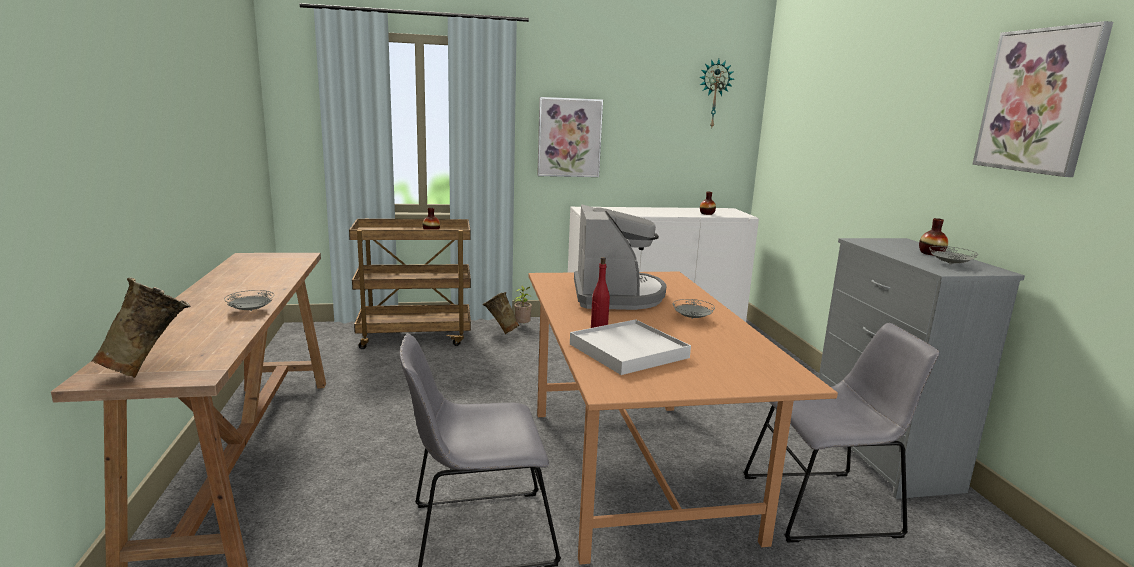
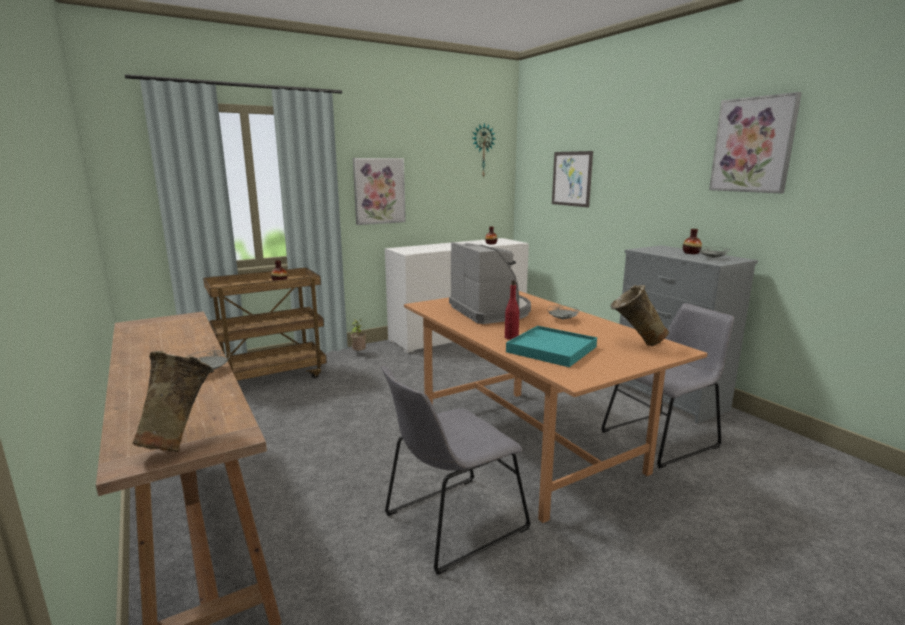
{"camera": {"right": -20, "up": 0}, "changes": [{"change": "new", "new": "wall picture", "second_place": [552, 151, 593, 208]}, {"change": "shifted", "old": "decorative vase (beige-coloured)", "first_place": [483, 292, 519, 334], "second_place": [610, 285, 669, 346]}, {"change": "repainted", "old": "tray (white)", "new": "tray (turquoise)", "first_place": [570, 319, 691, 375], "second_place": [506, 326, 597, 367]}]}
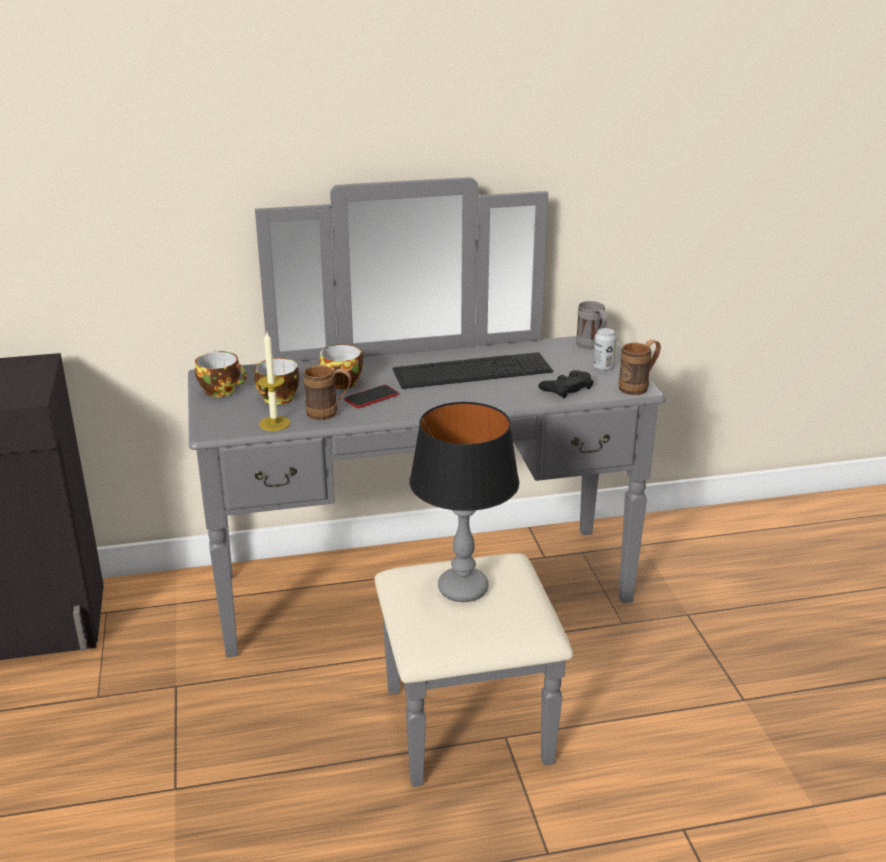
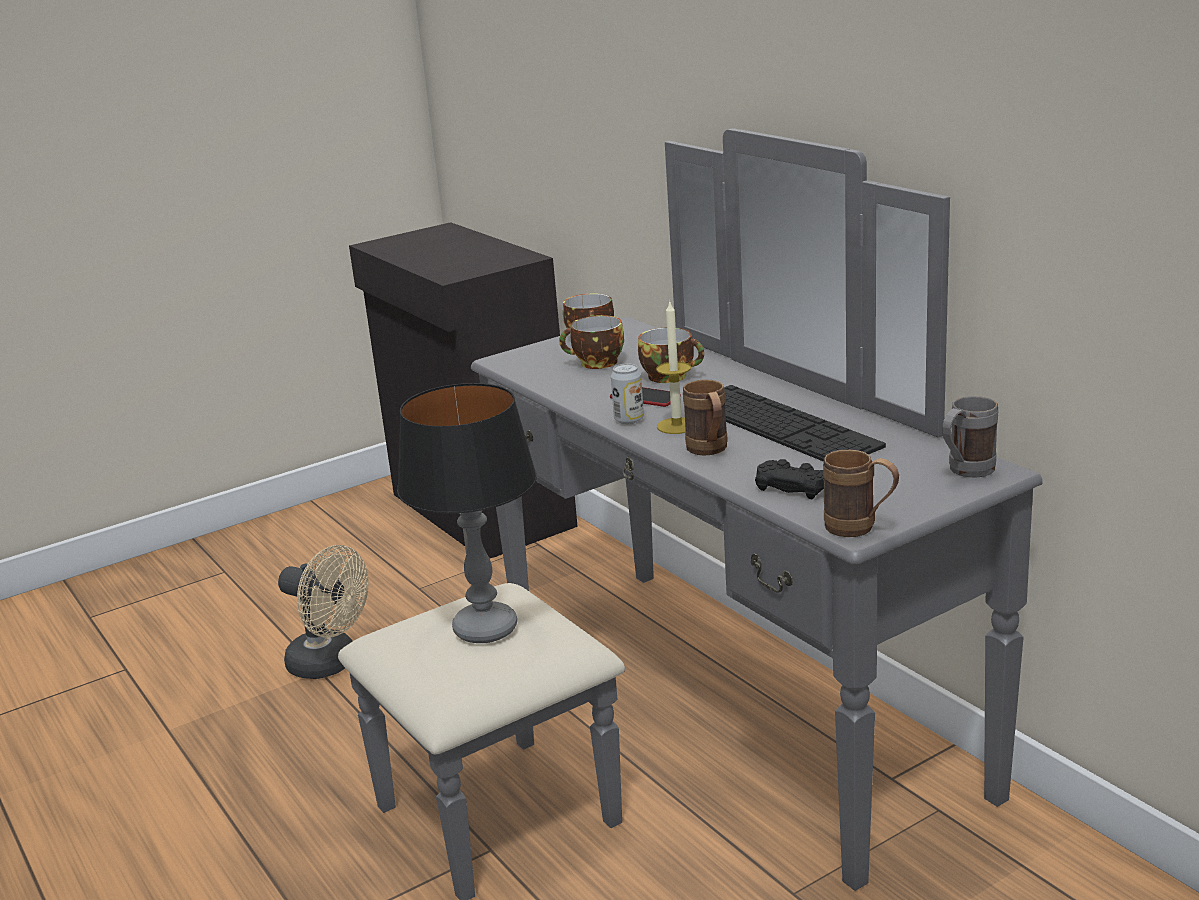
{"camera": {"right": 70, "up": -5}, "changes": [{"change": "new", "new": "cooling fan (beige-coloured)", "second_place": [278, 545, 369, 679]}, {"change": "shifted", "old": "candle", "first_place": [257, 332, 290, 431], "second_place": [656, 300, 691, 434]}, {"change": "shifted", "old": "coffee mug (brown-coloured)", "first_place": [303, 365, 352, 420], "second_place": [683, 379, 728, 456]}, {"change": "shifted", "old": "metal can", "first_place": [593, 328, 617, 371], "second_place": [611, 363, 644, 424]}]}
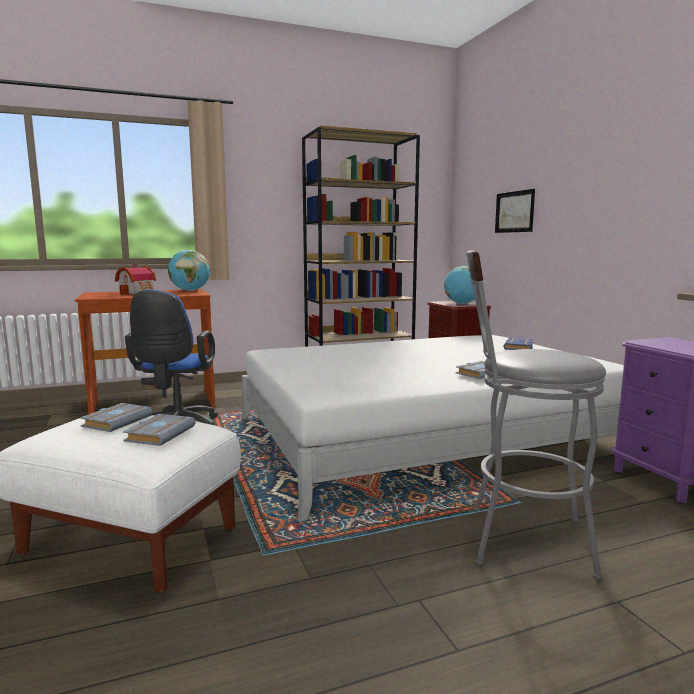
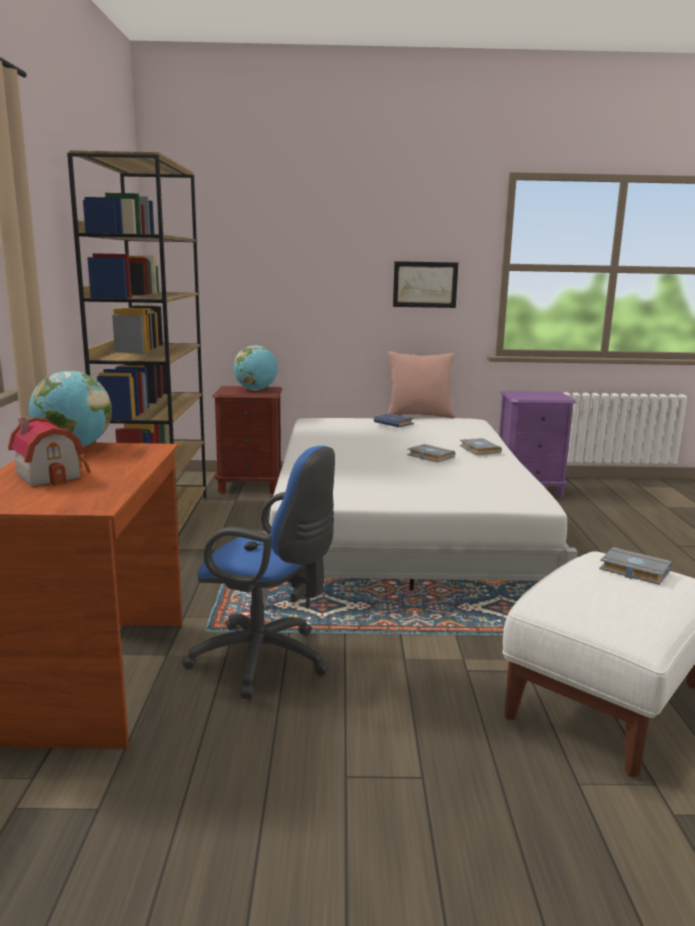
{"camera": {"right": -70, "up": 5}, "changes": [{"change": "gone", "old": "stool seat (greyish)", "first_place": [466, 250, 606, 580]}, {"change": "new", "new": "pillow (pinkish)", "second_place": [388, 351, 455, 419]}, {"change": "shifted", "old": "volume (greyish)", "first_place": [80, 403, 153, 432], "second_place": [407, 444, 455, 463]}, {"change": "shifted", "old": "wall picture", "first_place": [495, 189, 535, 233], "second_place": [393, 261, 458, 308]}]}
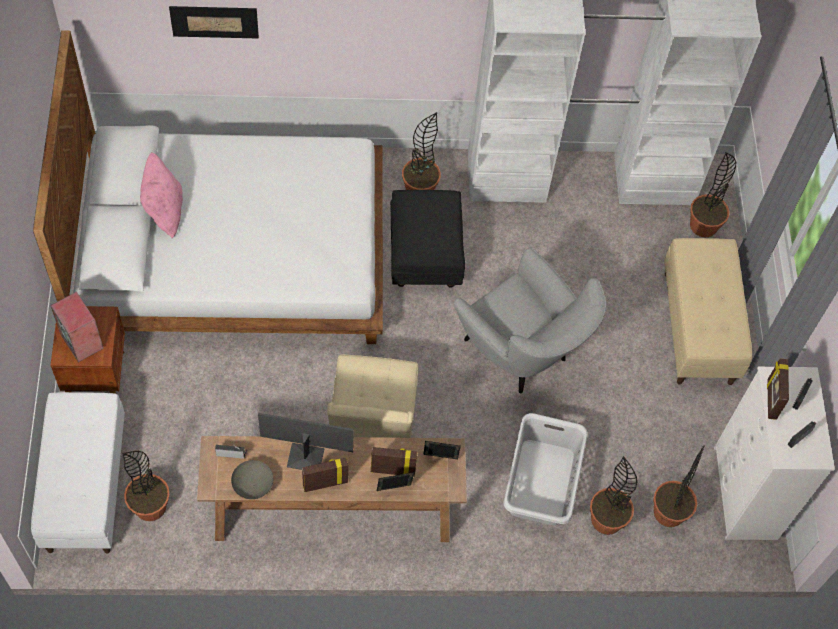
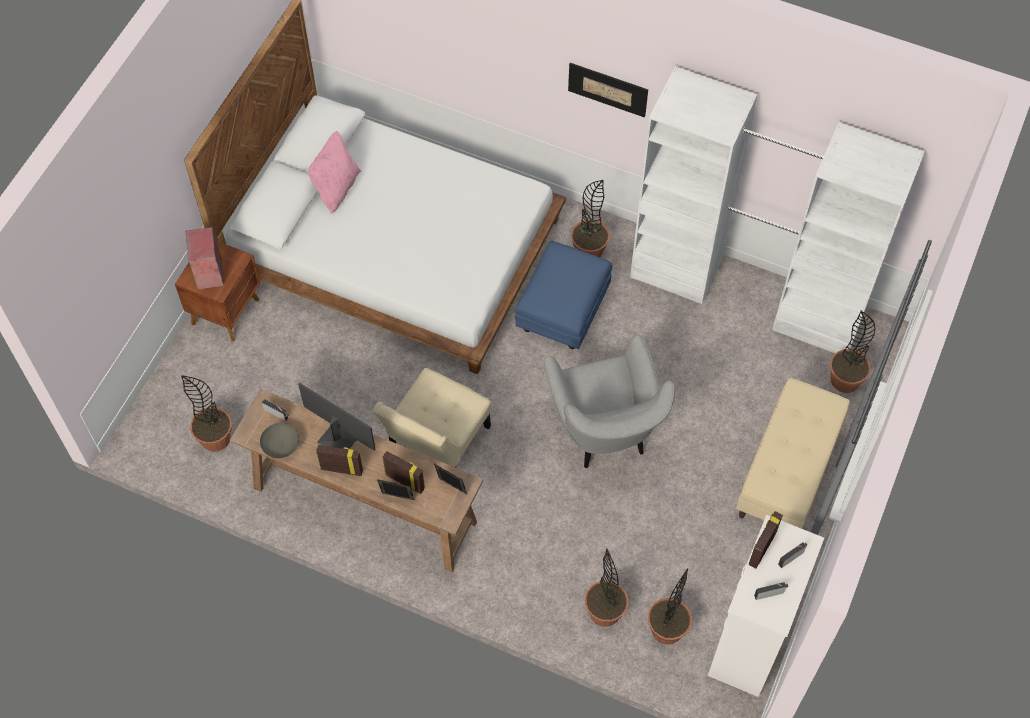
{"camera": {"right": 30, "up": 0}, "changes": [{"change": "gone", "old": "long seat (white)", "first_place": [31, 392, 125, 554]}, {"change": "gone", "old": "laundry basket (greyish)", "first_place": [504, 413, 588, 525]}, {"change": "shifted", "old": "wall picture", "first_place": [169, 6, 259, 39], "second_place": [568, 63, 648, 118]}, {"change": "repainted", "old": "pouffe (black-coloured)", "new": "pouffe (blue-coloured)", "first_place": [390, 190, 465, 288], "second_place": [515, 241, 612, 349]}]}
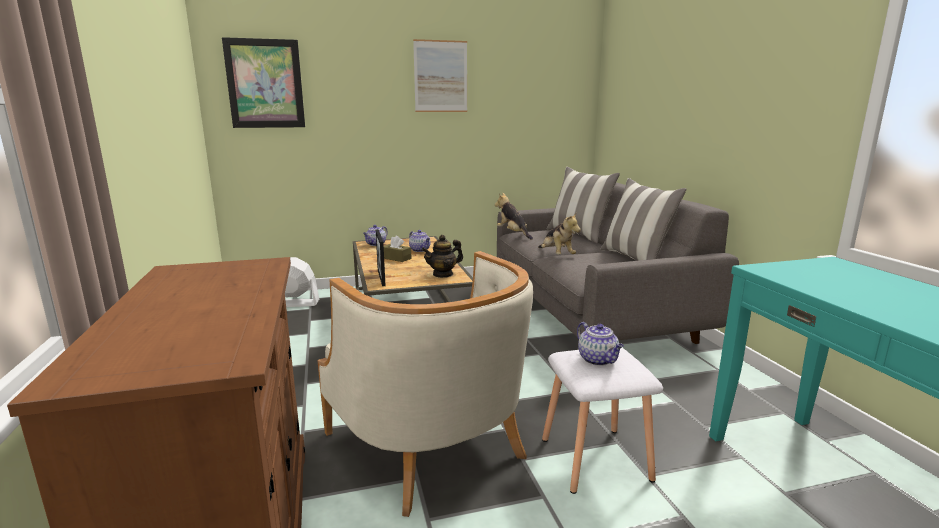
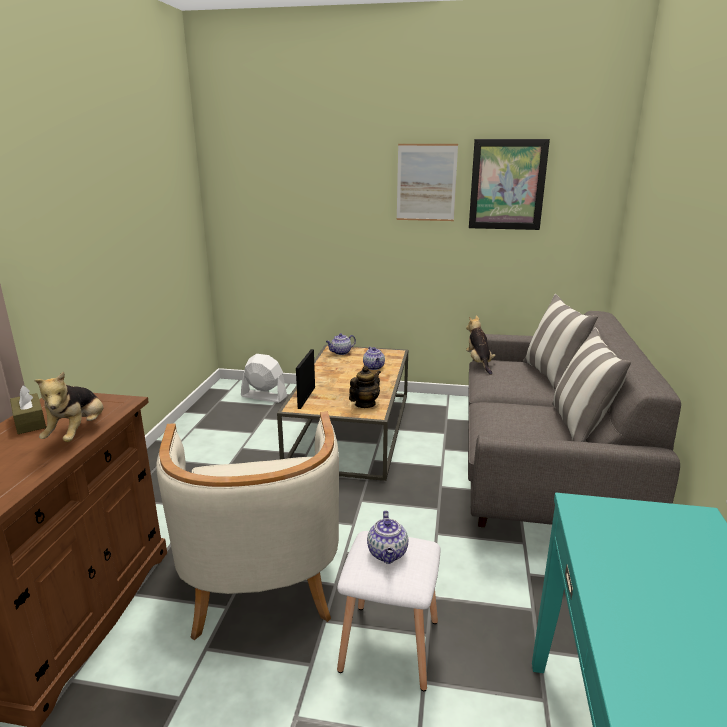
{"camera": {"right": 25, "up": 5}, "changes": [{"change": "shifted", "old": "wall picture", "first_place": [222, 37, 305, 128], "second_place": [469, 139, 550, 230]}, {"change": "shifted", "old": "tissue holder (brown-coloured)", "first_place": [384, 236, 412, 262], "second_place": [10, 385, 46, 434]}, {"change": "shifted", "old": "cuddly toy", "first_place": [538, 213, 581, 255], "second_place": [34, 372, 103, 442]}, {"change": "rotated", "old": "teapot", "first_place": [422, 235, 463, 278], "second_place": [349, 366, 381, 408], "degrees": 135}]}
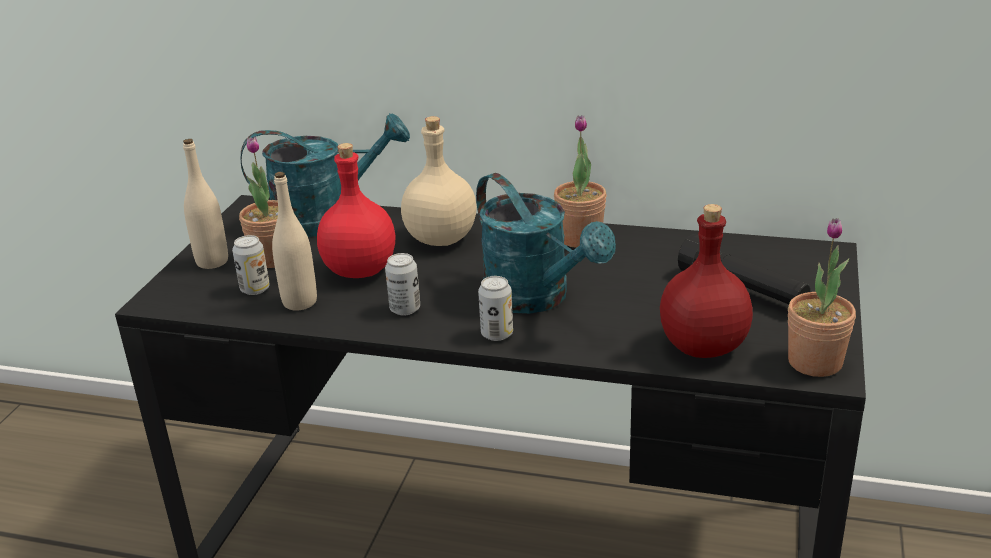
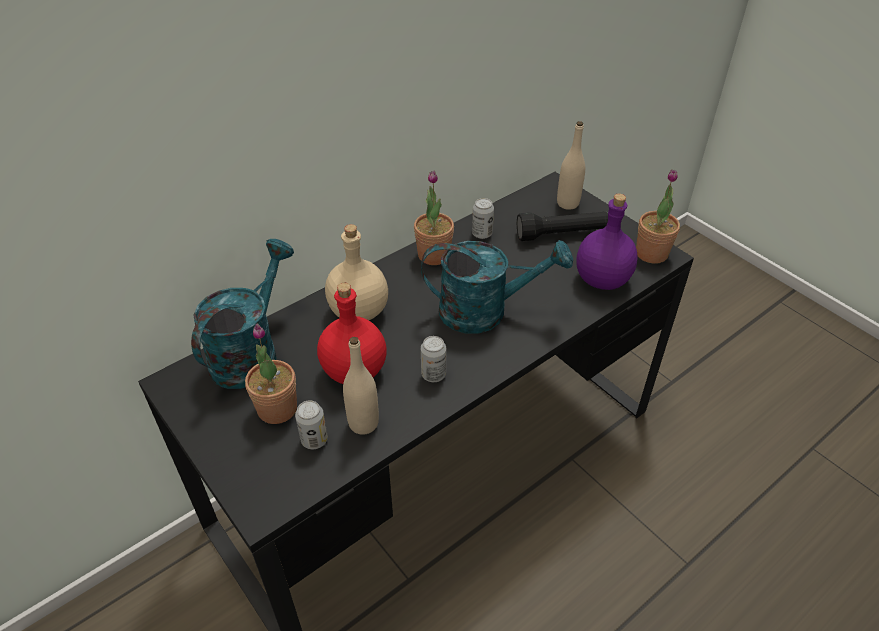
{"camera": {"right": -55, "up": 15}, "changes": [{"change": "shifted", "old": "bottle (beige-coloured)", "first_place": [183, 139, 228, 269], "second_place": [557, 121, 585, 210]}, {"change": "shifted", "old": "metal can", "first_place": [478, 276, 513, 341], "second_place": [472, 198, 494, 239]}, {"change": "repainted", "old": "bottle (red-coloured)", "new": "bottle (purple-coloured)", "first_place": [660, 204, 753, 358], "second_place": [576, 194, 638, 290]}]}
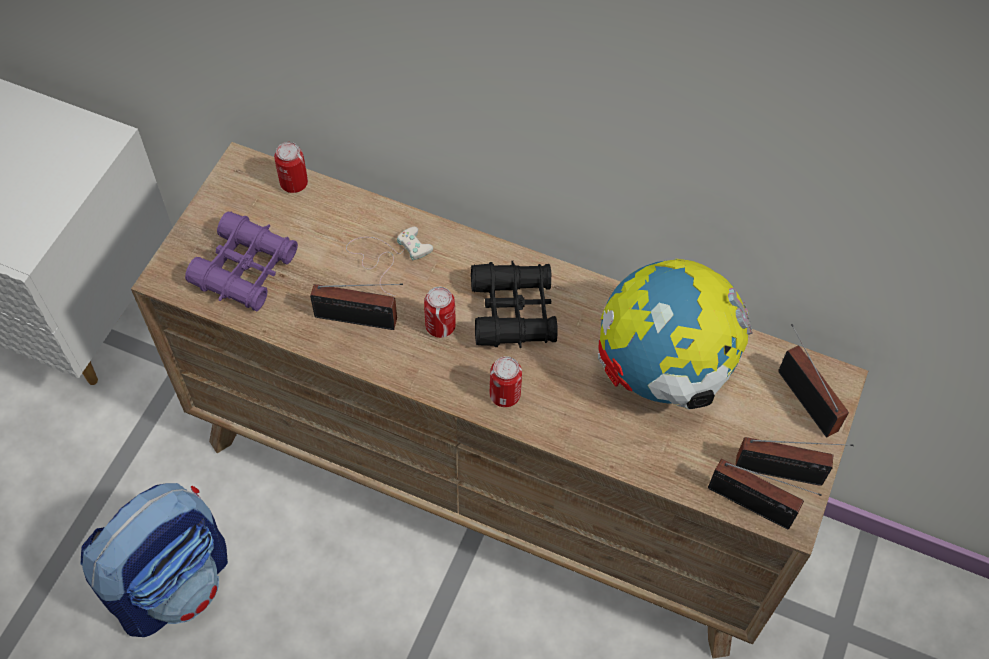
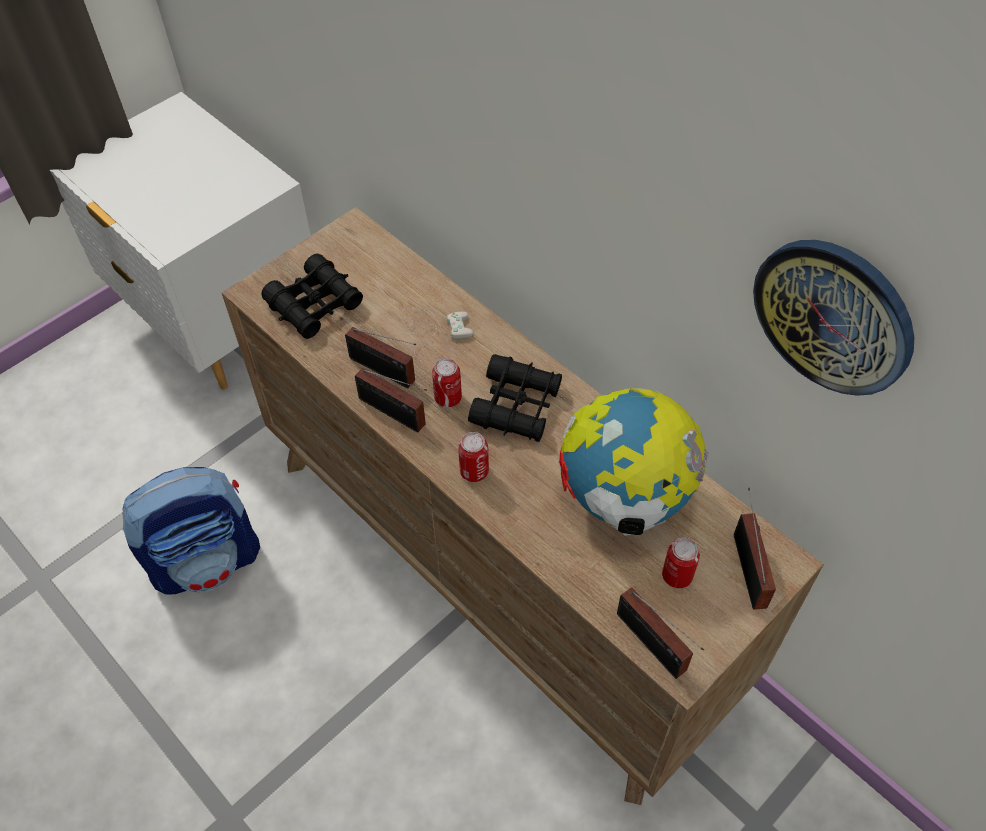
{"camera": {"right": 25, "up": -5}, "changes": [{"change": "new", "new": "wall clock", "second_place": [753, 240, 914, 396]}, {"change": "shifted", "old": "metal can", "first_place": [274, 142, 308, 193], "second_place": [662, 537, 700, 588]}, {"change": "shifted", "old": "radio set", "first_place": [735, 437, 854, 486], "second_place": [355, 368, 427, 433]}, {"change": "repainted", "old": "binoculars (purple-coloured)", "new": "binoculars (black-coloured)", "first_place": [185, 211, 298, 311], "second_place": [261, 254, 363, 339]}]}
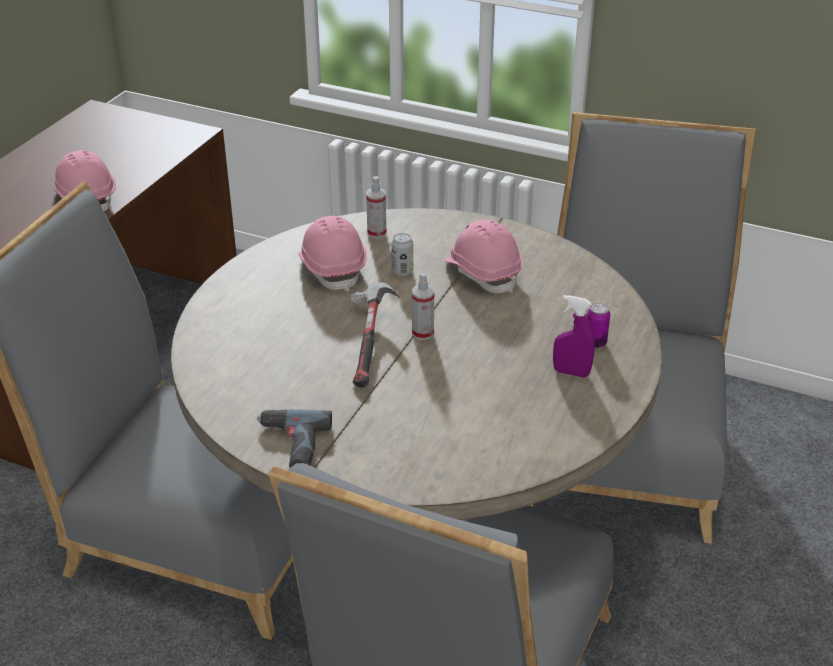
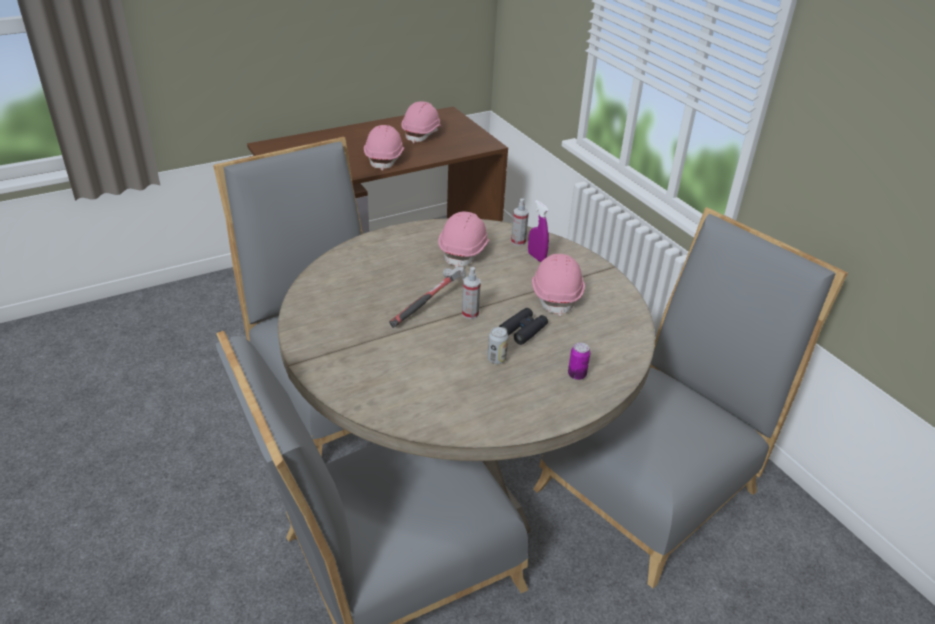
{"camera": {"right": 35, "up": 0}, "changes": [{"change": "gone", "old": "drill", "first_place": [257, 409, 332, 468]}, {"change": "new", "new": "hard hat (pinkish)", "second_place": [402, 101, 443, 143]}, {"change": "new", "new": "binoculars (black-coloured)", "second_place": [499, 308, 548, 345]}, {"change": "shifted", "old": "metal can", "first_place": [391, 233, 413, 276], "second_place": [487, 327, 508, 364]}, {"change": "shifted", "old": "spray bottle (purple-coloured)", "first_place": [553, 295, 595, 378], "second_place": [528, 200, 549, 262]}]}
